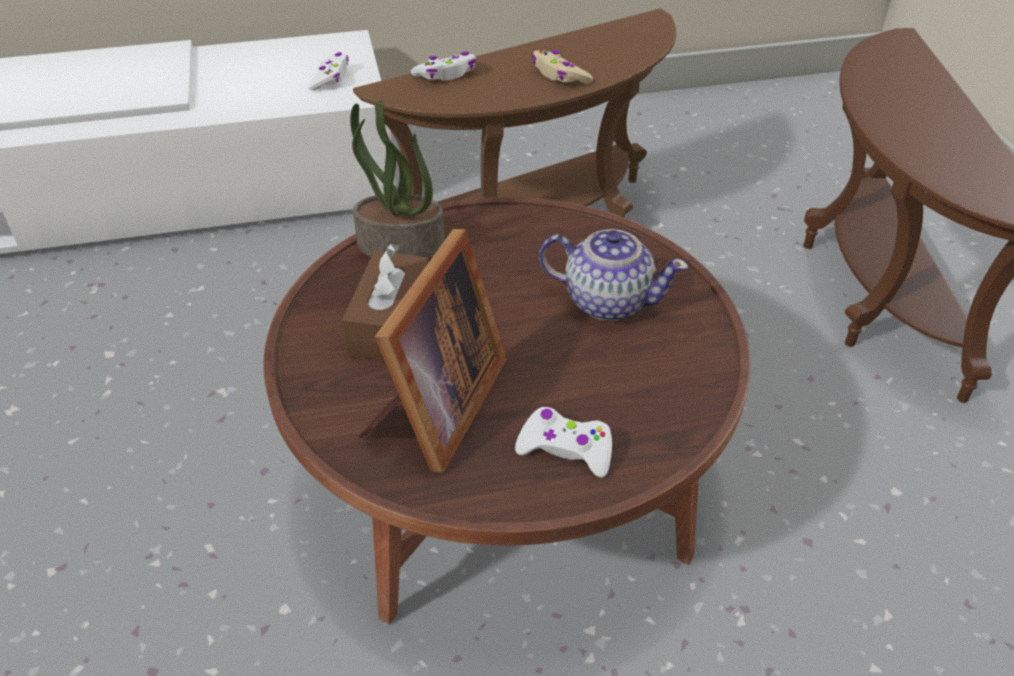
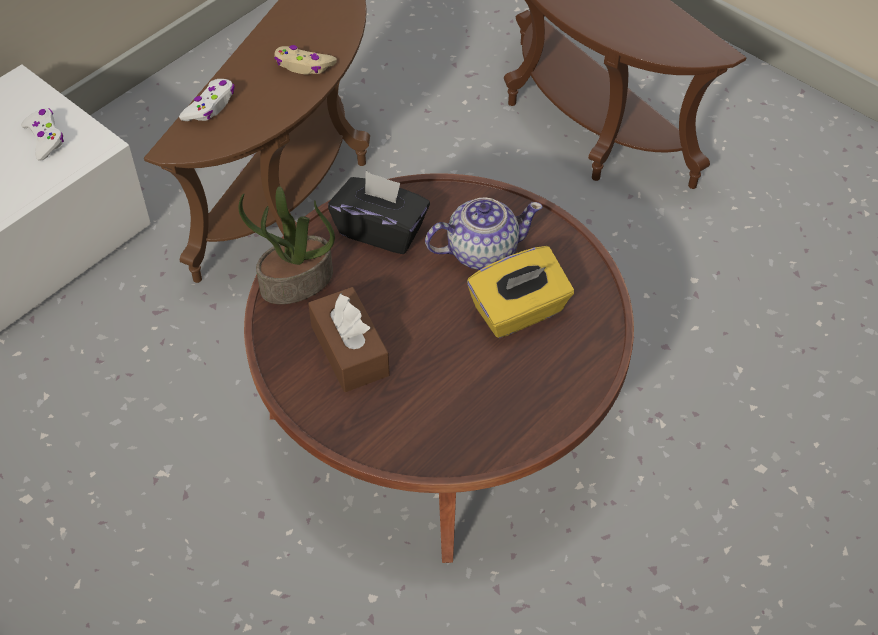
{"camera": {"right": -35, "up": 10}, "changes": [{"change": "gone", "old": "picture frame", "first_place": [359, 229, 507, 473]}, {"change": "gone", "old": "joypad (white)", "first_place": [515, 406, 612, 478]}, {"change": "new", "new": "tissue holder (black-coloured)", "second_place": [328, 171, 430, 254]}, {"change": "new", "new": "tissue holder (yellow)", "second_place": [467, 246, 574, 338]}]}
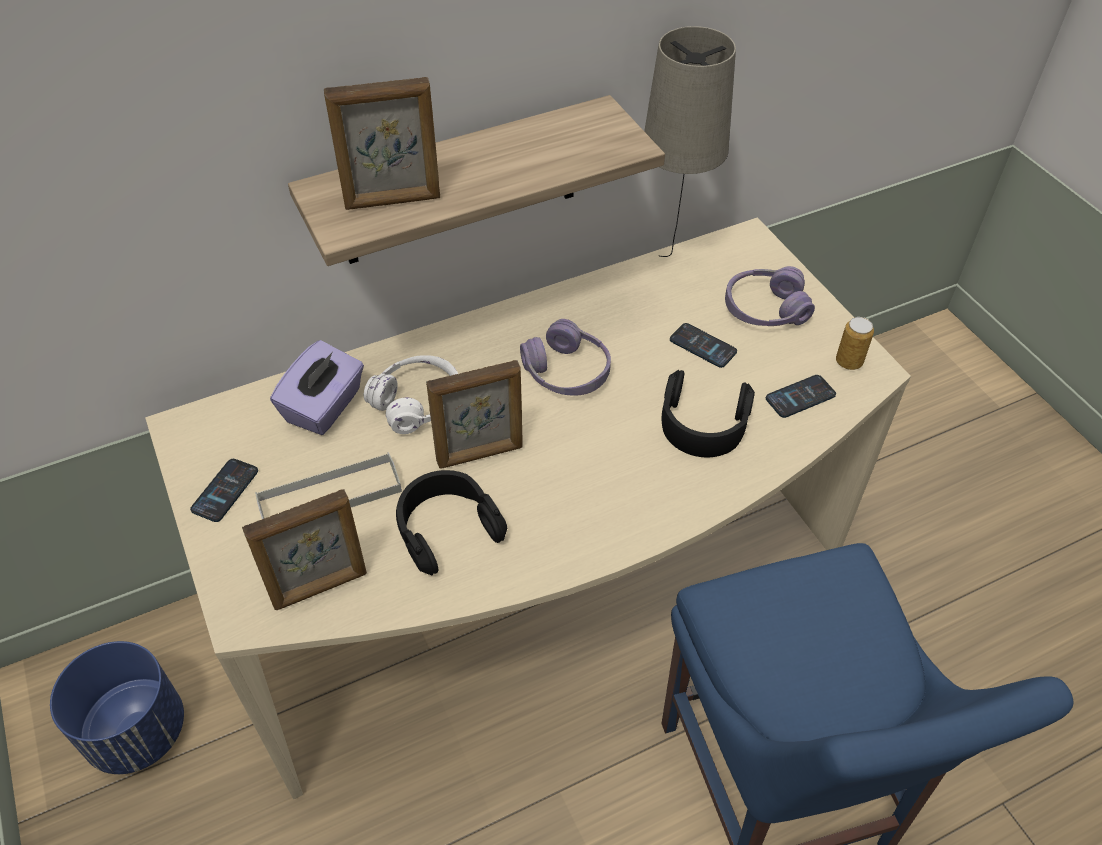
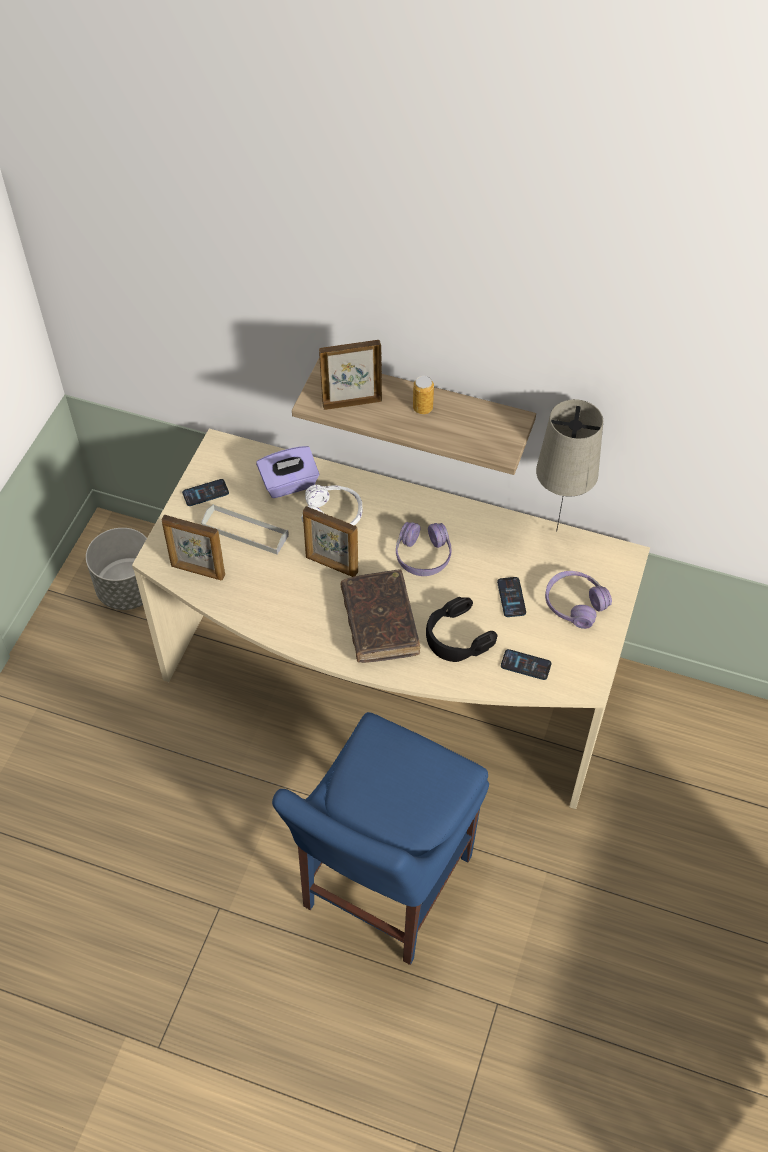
{"camera": {"right": 45, "up": 5}, "changes": [{"change": "gone", "old": "headphones (black-coloured)", "first_place": [396, 470, 507, 575]}, {"change": "new", "new": "volume (brown-coloured)", "second_place": [341, 570, 420, 663]}, {"change": "shifted", "old": "metal can", "first_place": [836, 317, 874, 370], "second_place": [413, 376, 434, 414]}, {"change": "repainted", "old": "flower pot (blue-coloured)", "new": "flower pot (greyish)", "first_place": [50, 641, 184, 774], "second_place": [86, 528, 147, 610]}, {"change": "rotated", "old": "picture frame", "first_place": [324, 77, 440, 210], "second_place": [319, 340, 382, 410], "degrees": 135}]}
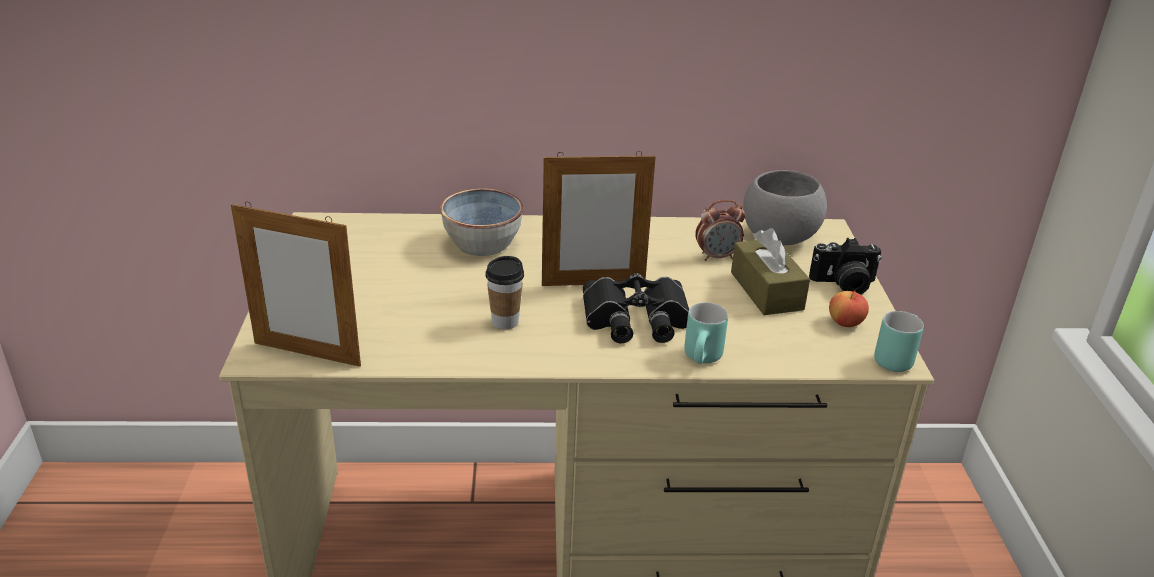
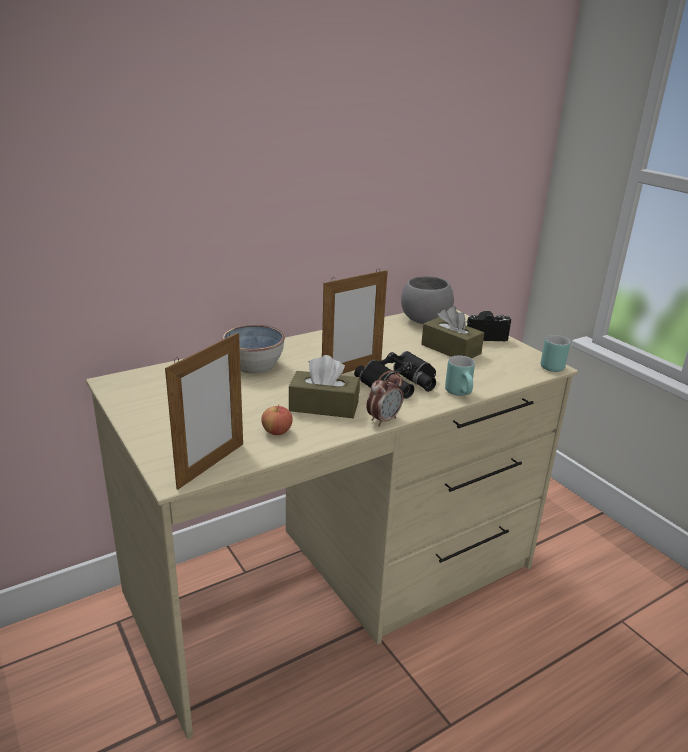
{"camera": {"right": -30, "up": -5}, "changes": [{"change": "shifted", "old": "alarm clock", "first_place": [695, 200, 745, 261], "second_place": [366, 370, 404, 426]}, {"change": "shifted", "old": "whole apple", "first_place": [829, 290, 869, 327], "second_place": [261, 404, 293, 435]}, {"change": "swapped", "old": "cup", "new": "tissue holder (brown-coloured)", "first_place": [485, 256, 524, 330], "second_place": [289, 355, 360, 418]}, {"change": "rotated", "old": "picture frame", "first_place": [231, 201, 361, 367], "second_place": [165, 332, 243, 490], "degrees": -45}, {"change": "rotated", "old": "still camera", "first_place": [809, 238, 881, 294], "second_place": [467, 311, 511, 341], "degrees": -150}]}
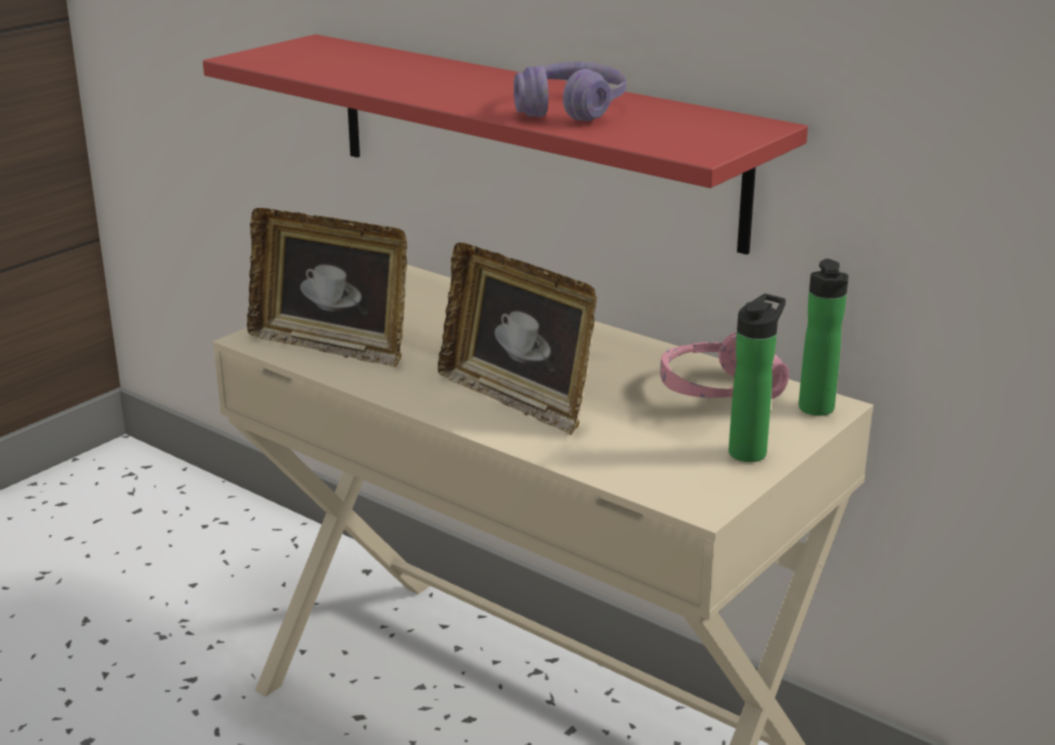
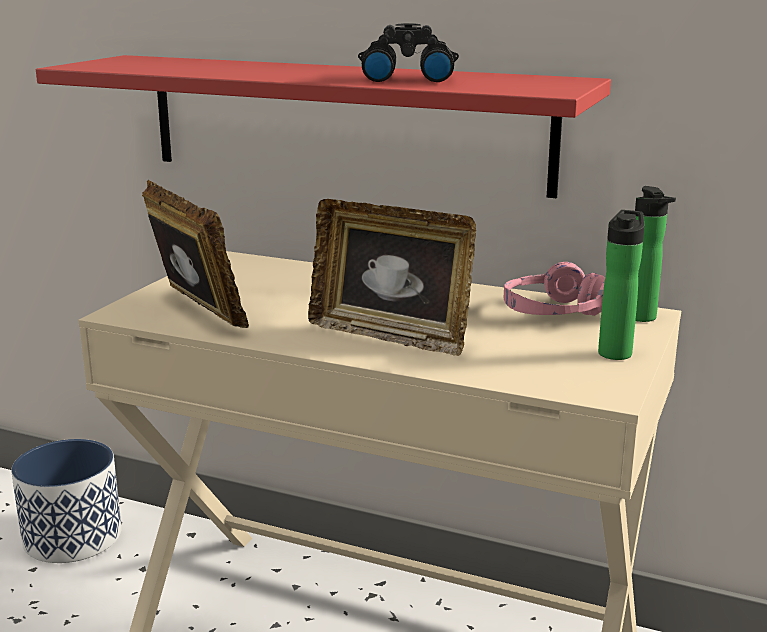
{"camera": {"right": -15, "up": -5}, "changes": [{"change": "new", "new": "flower pot", "second_place": [11, 439, 121, 563]}, {"change": "swapped", "old": "headphones (purple-coloured)", "new": "binoculars (black-coloured)", "first_place": [514, 61, 626, 121], "second_place": [358, 24, 459, 82]}, {"change": "rotated", "old": "picture frame", "first_place": [247, 208, 407, 367], "second_place": [142, 180, 249, 328], "degrees": -135}]}
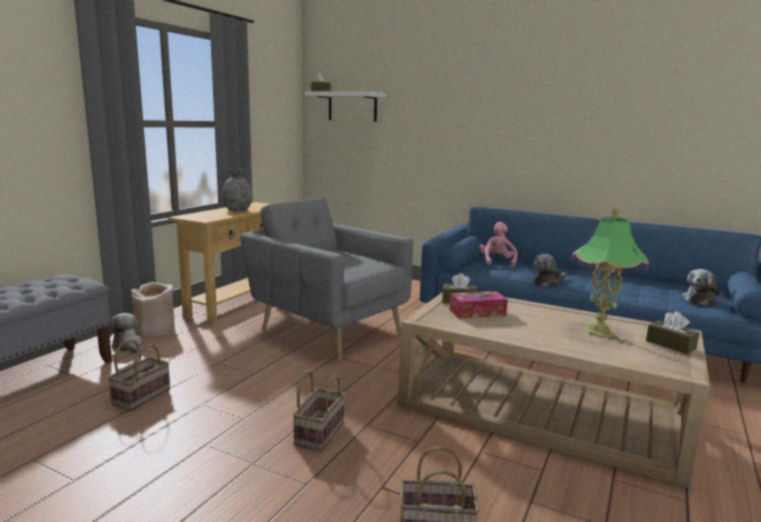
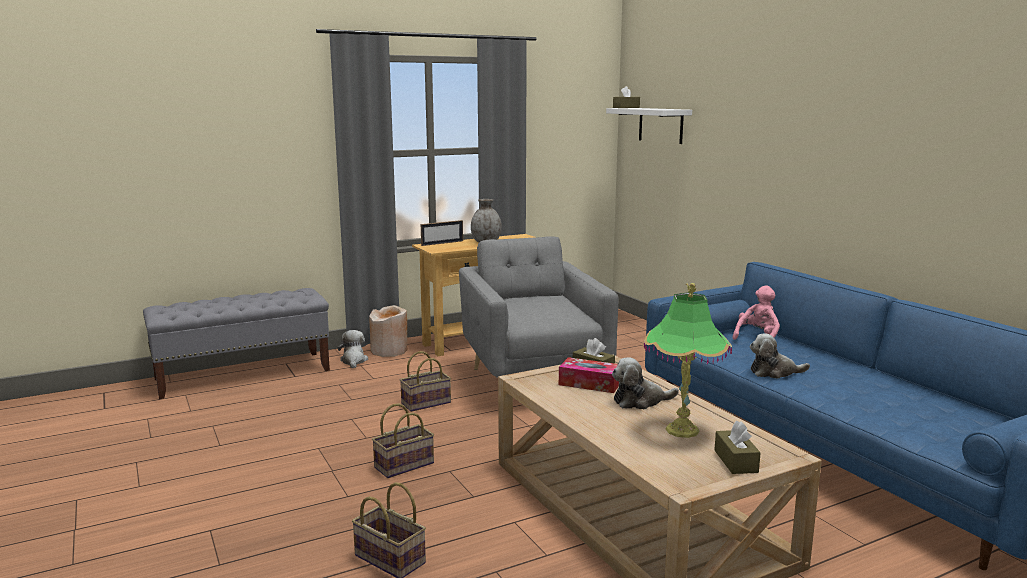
{"camera": {"right": 35, "up": 0}, "changes": [{"change": "new", "new": "picture frame", "second_place": [421, 220, 463, 246]}, {"change": "shifted", "old": "storage basket", "first_place": [107, 339, 170, 411], "second_place": [400, 351, 451, 412]}, {"change": "shifted", "old": "cuddly toy", "first_place": [682, 269, 721, 305], "second_place": [612, 357, 679, 409]}]}
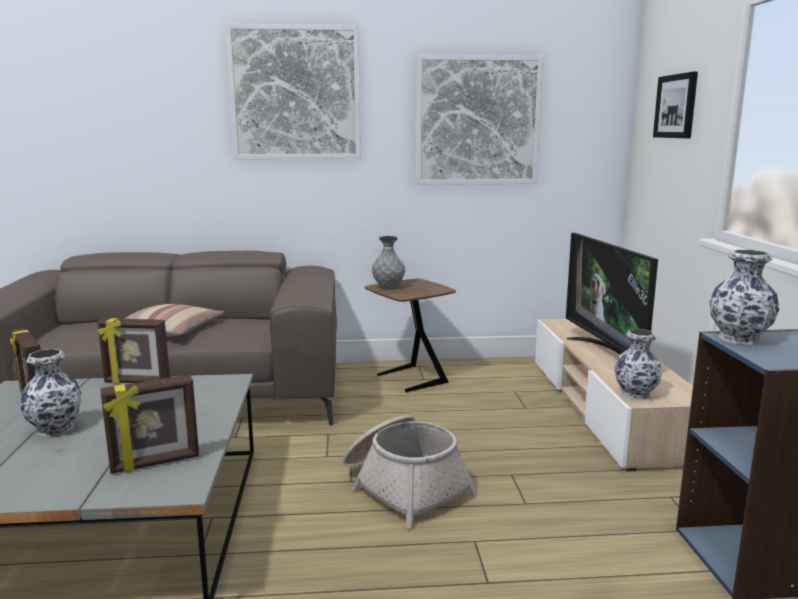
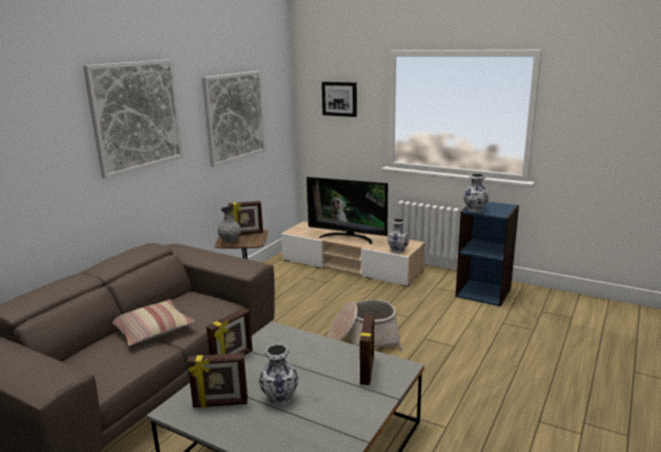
{"camera": {"right": -55, "up": 5}, "changes": [{"change": "new", "new": "picture frame", "second_place": [228, 201, 263, 235]}]}
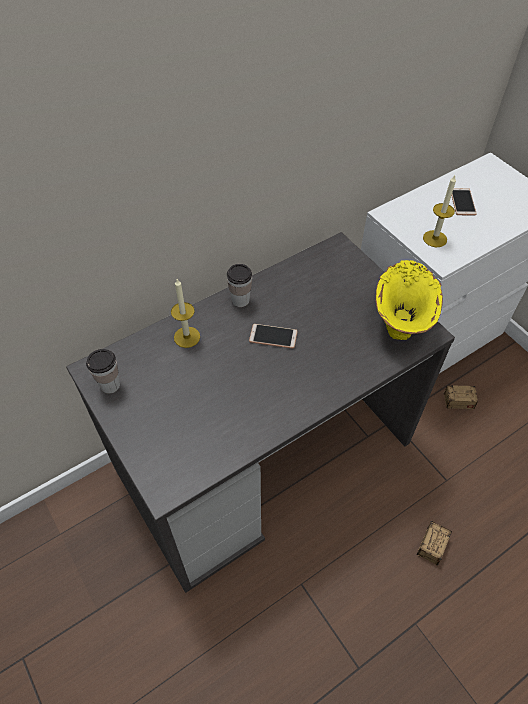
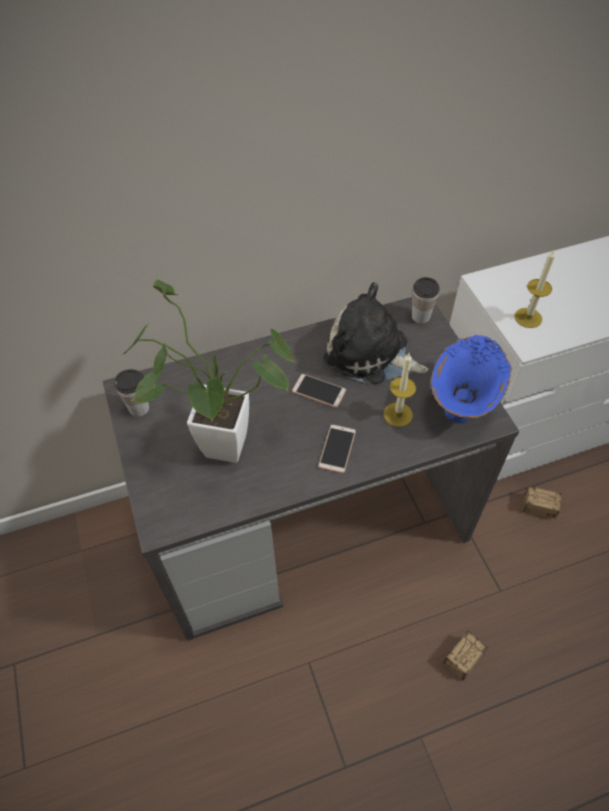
{"camera": {"right": 15, "up": 0}, "changes": [{"change": "new", "new": "plant in a pot", "second_place": [123, 279, 295, 463]}, {"change": "new", "new": "cuddly toy", "second_place": [324, 282, 428, 385]}, {"change": "shifted", "old": "candle", "first_place": [171, 279, 200, 348], "second_place": [384, 353, 416, 427]}, {"change": "shifted", "old": "cup", "first_place": [227, 264, 252, 307], "second_place": [412, 277, 440, 323]}, {"change": "shifted", "old": "phone", "first_place": [451, 188, 477, 216], "second_place": [318, 424, 356, 474]}, {"change": "repainted", "old": "decorative vase (yellow)", "new": "decorative vase (blue-coloured)", "first_place": [376, 260, 443, 340], "second_place": [431, 335, 512, 423]}]}
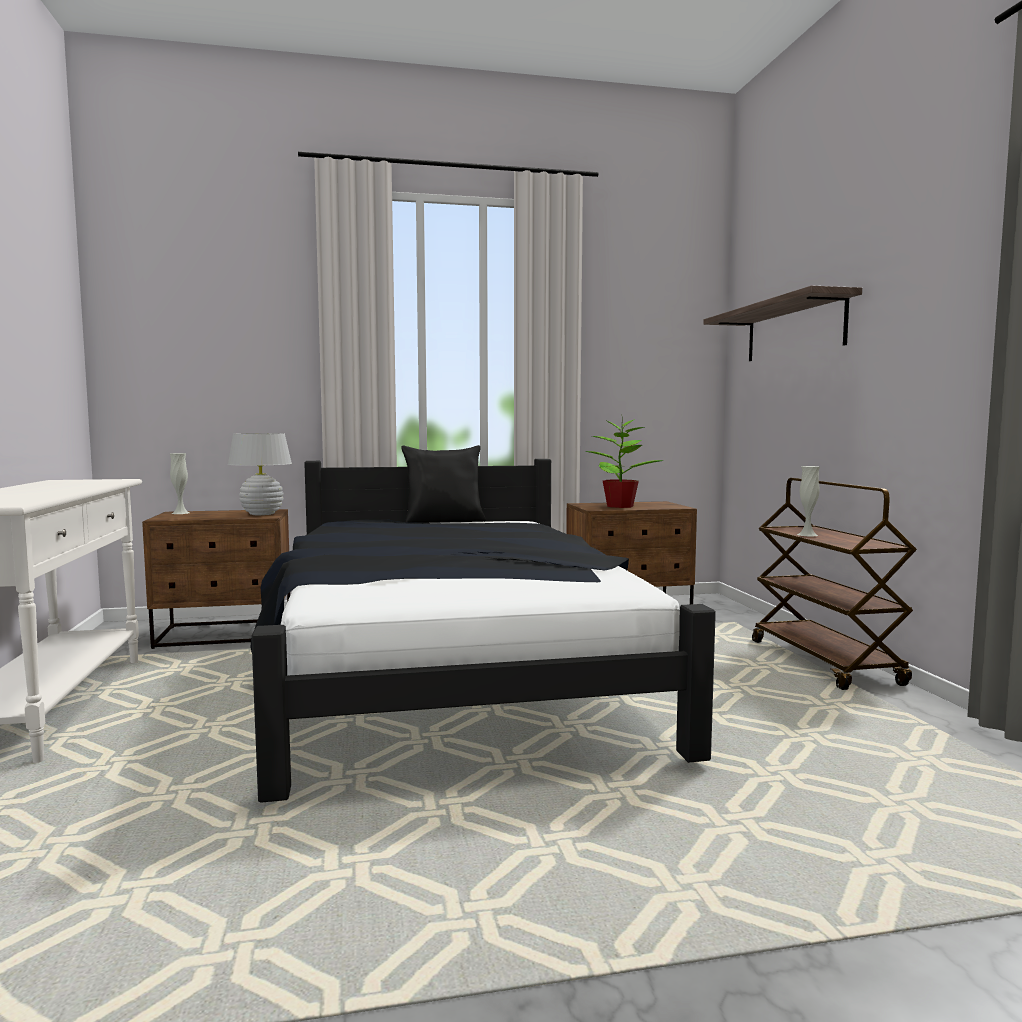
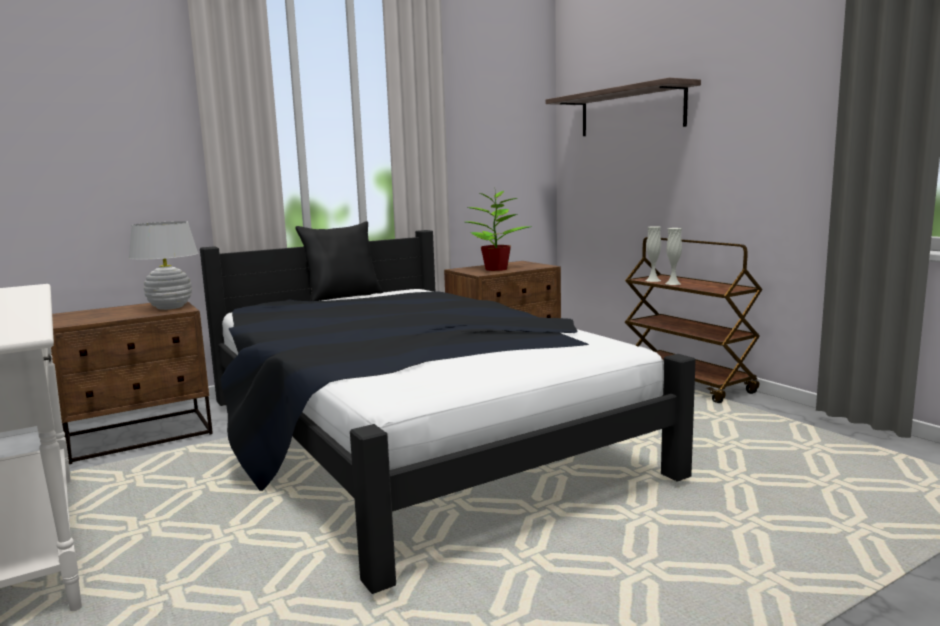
{"camera": {"right": -20, "up": 5}, "changes": [{"change": "shifted", "old": "decorative vase (white)", "first_place": [170, 453, 189, 514], "second_place": [645, 226, 661, 282]}]}
